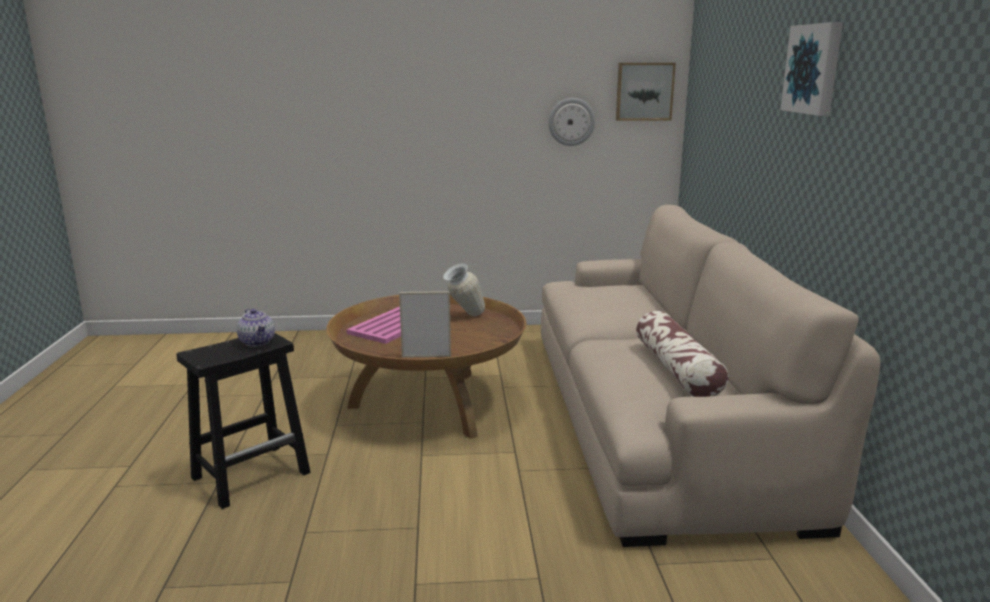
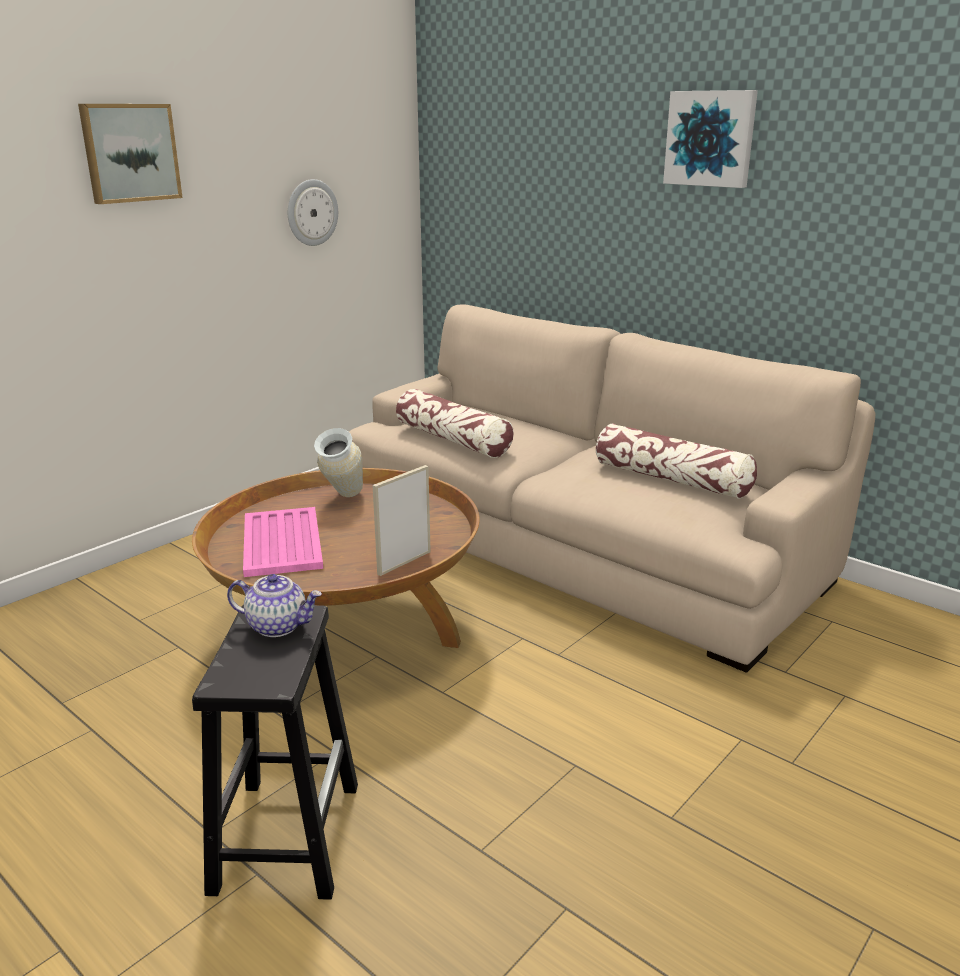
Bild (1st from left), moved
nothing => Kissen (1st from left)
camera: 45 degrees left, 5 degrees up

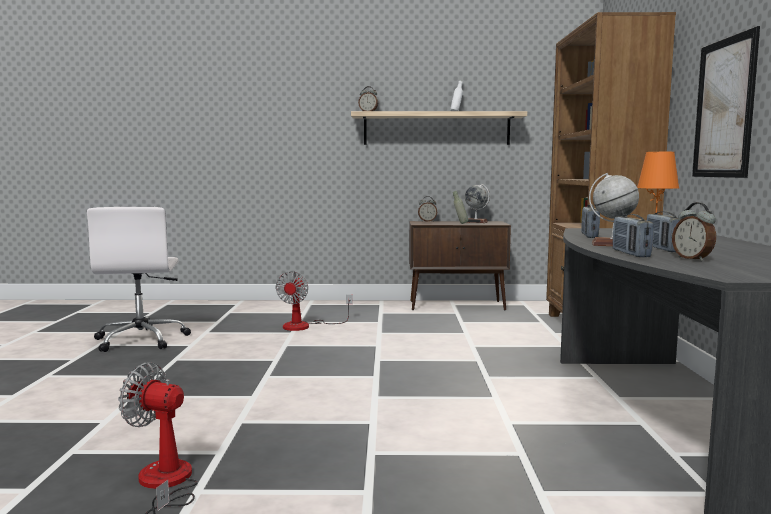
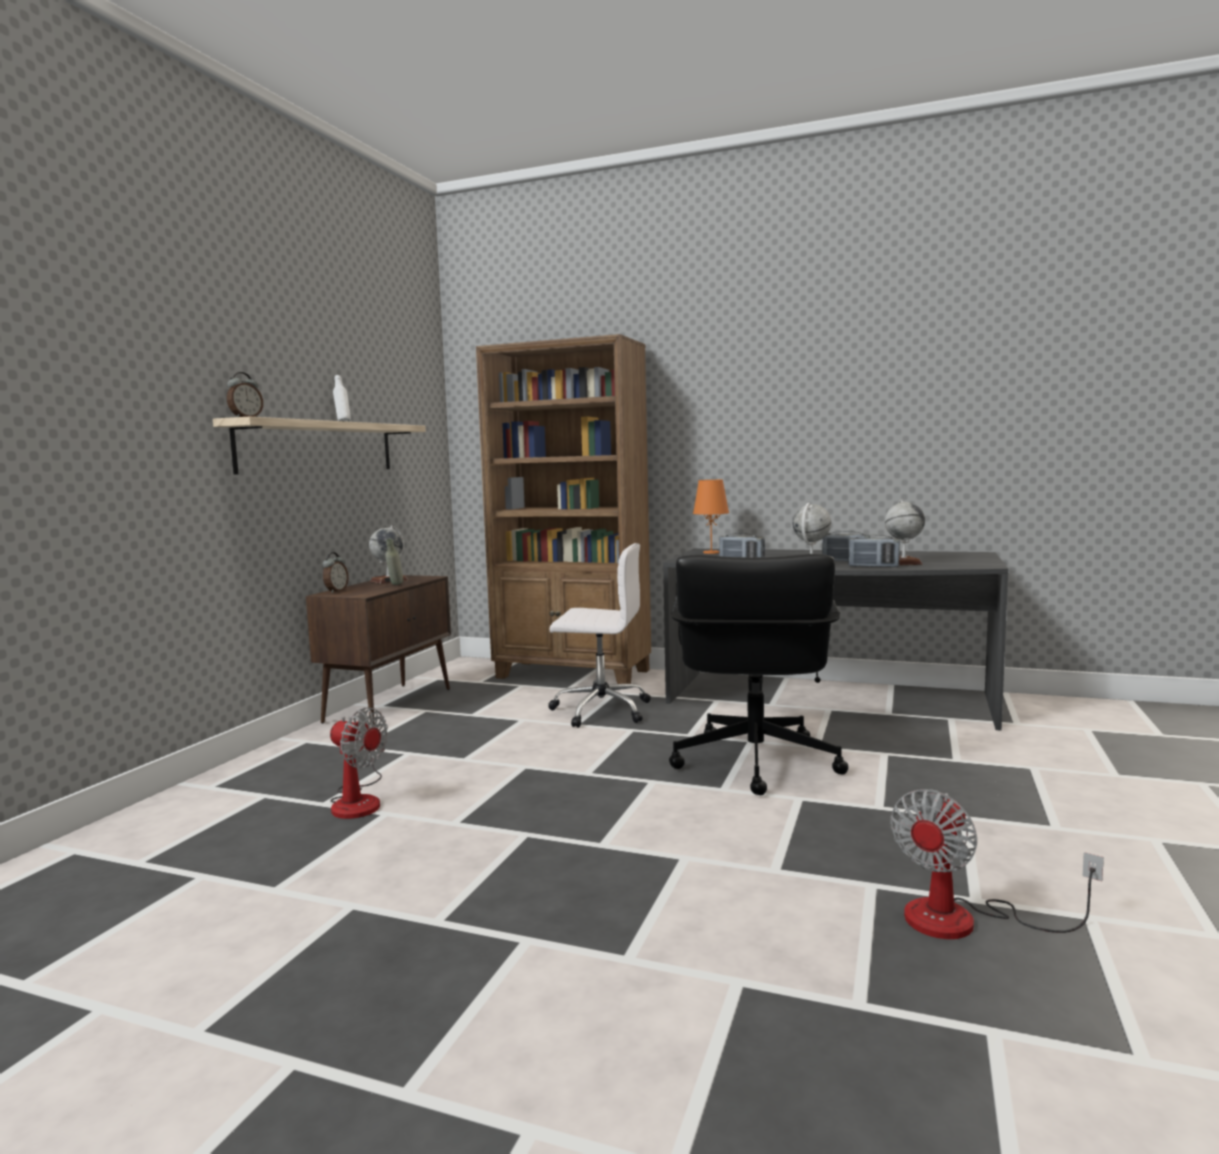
Bürostuhl [weiß], moved
nothing => Bürostuhl [schwarz]
Wecker (3rd from left) => Globus (3rd from left)
Bild => nothing
camera: 70 degrees left, 0 degrees up

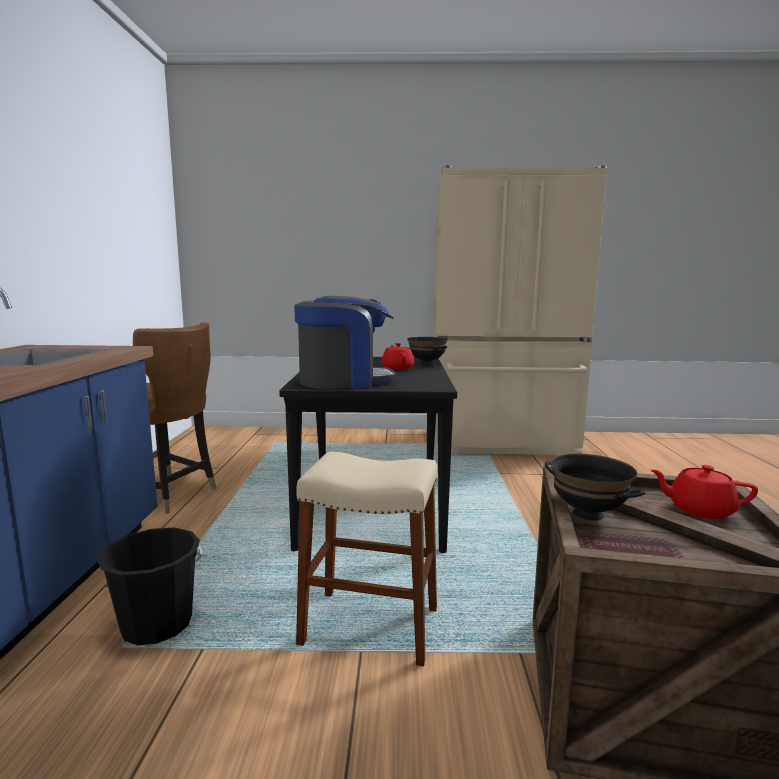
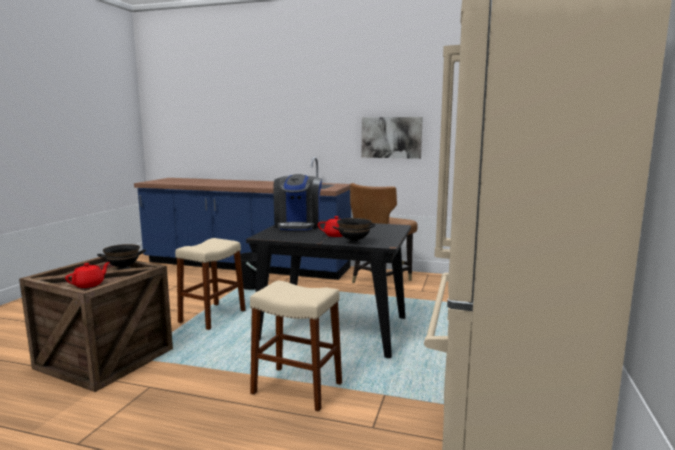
nothing => Hocker [beige] (2nd from left)
nothing => Bild
camera: 105 degrees right, 0 degrees up

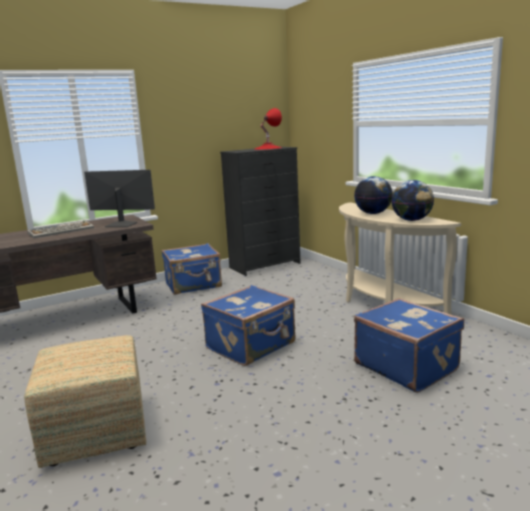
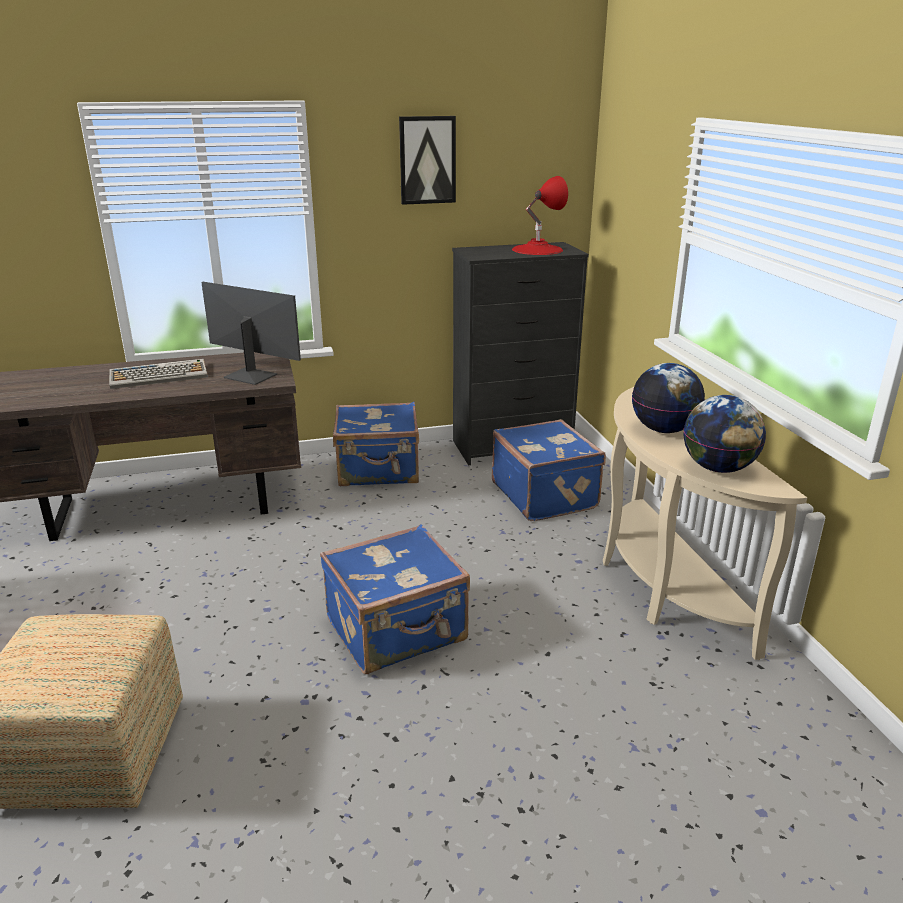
nothing => Bild
Koffer [blau] (3rd from left), moved
camera: 15 degrees right, 10 degrees up

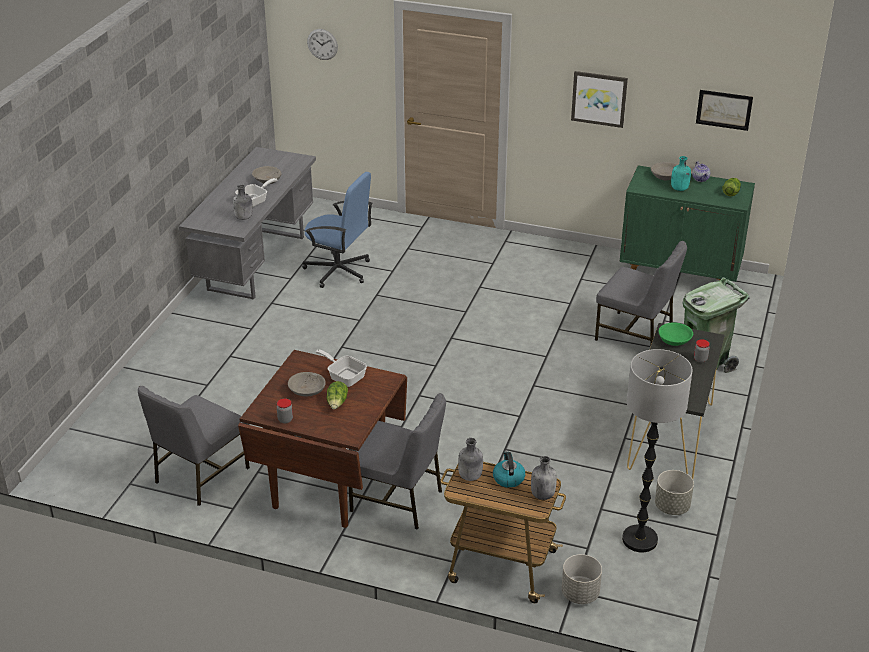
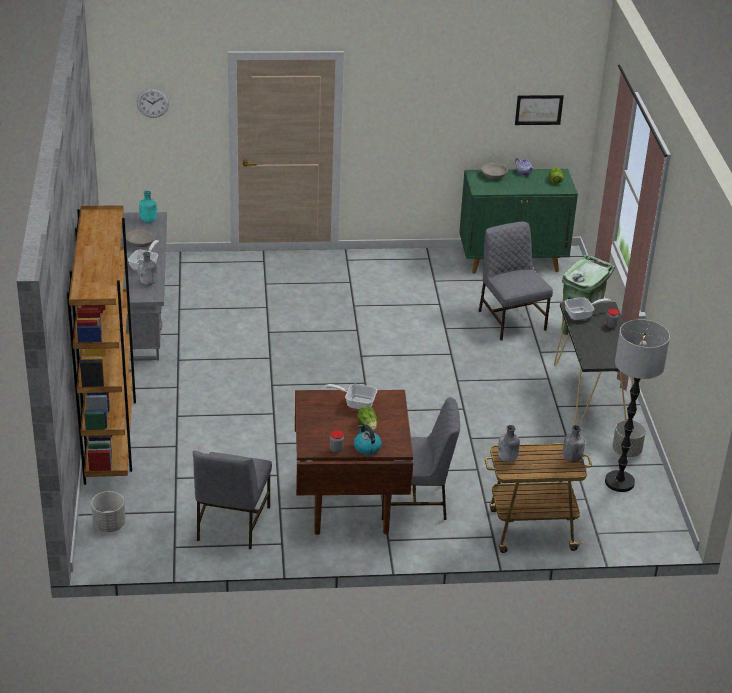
nothing => Bücherregal [braun]
Pflanzkübel [grau] (1st from left), moved
Flasche [türkis], moved
Wasserkessel, moved
Stuhl [grau] (3rd from left), 120 degrees counterclockwise
Schüssel [grün] => Pfanne (3rd from left)
Schüssel [grau] (2nd from left) => nothing
Bürostuhl [blau] => nothing
Bild (1st from left) => nothing
camera: 25 degrees left, 0 degrees up

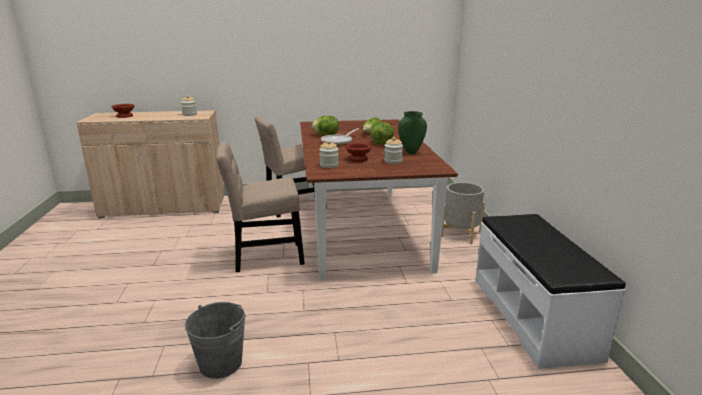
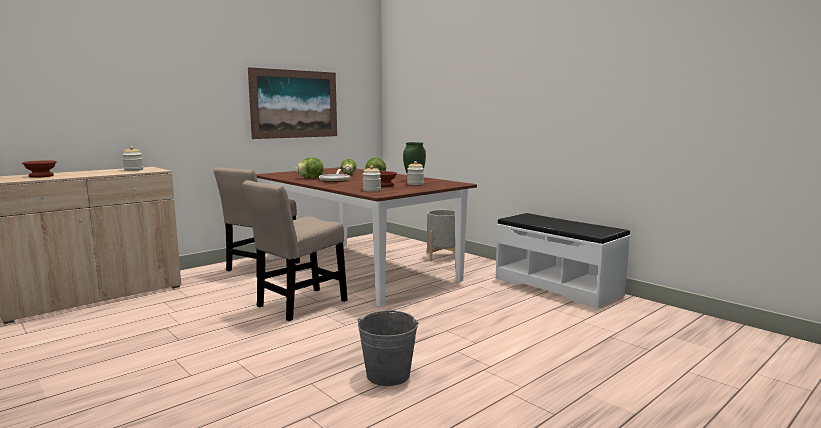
nothing => Bild
camera: 35 degrees left, 10 degrees down

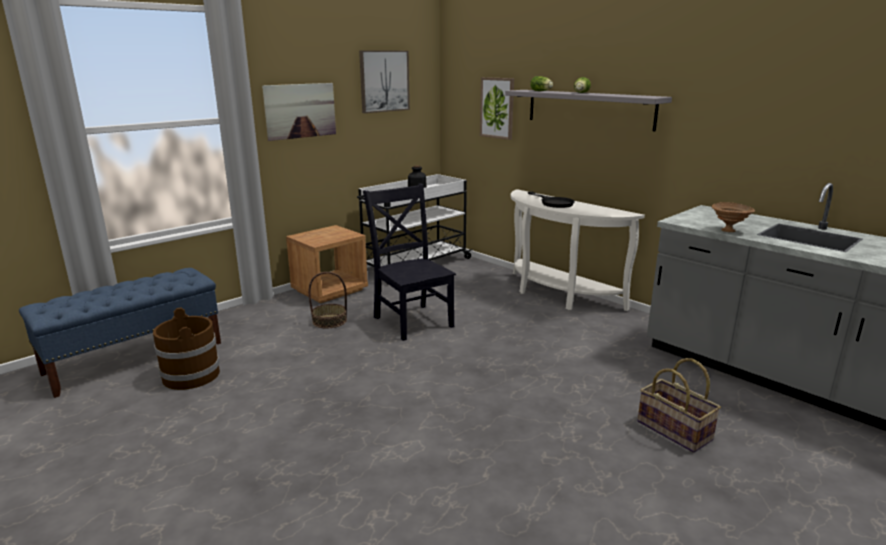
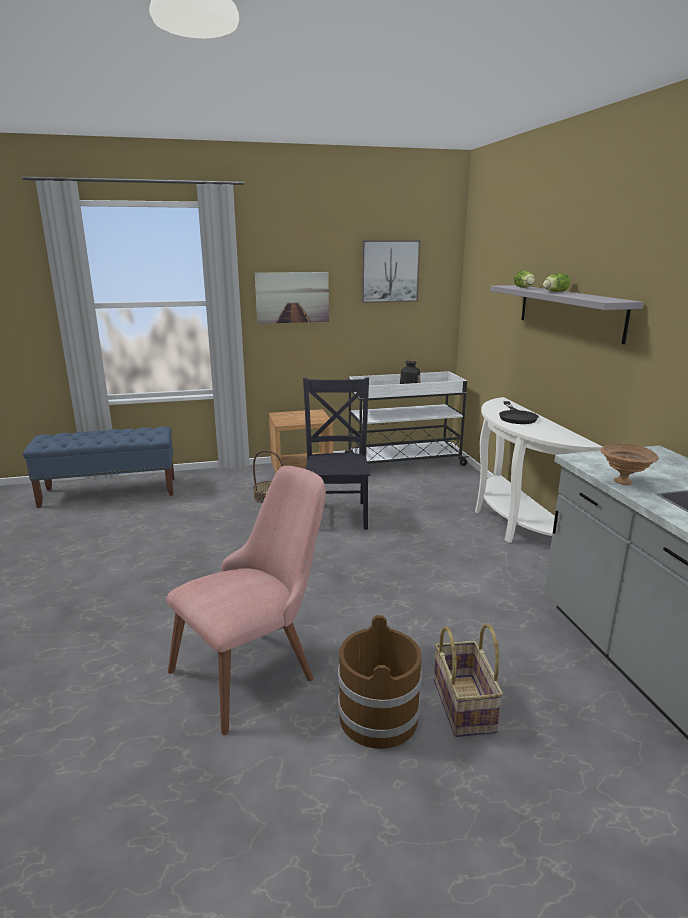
nothing => Stuhl [rosa]
Eimer [braun], moved
Bild (3rd from left) => nothing
camera: 30 degrees right, 0 degrees up

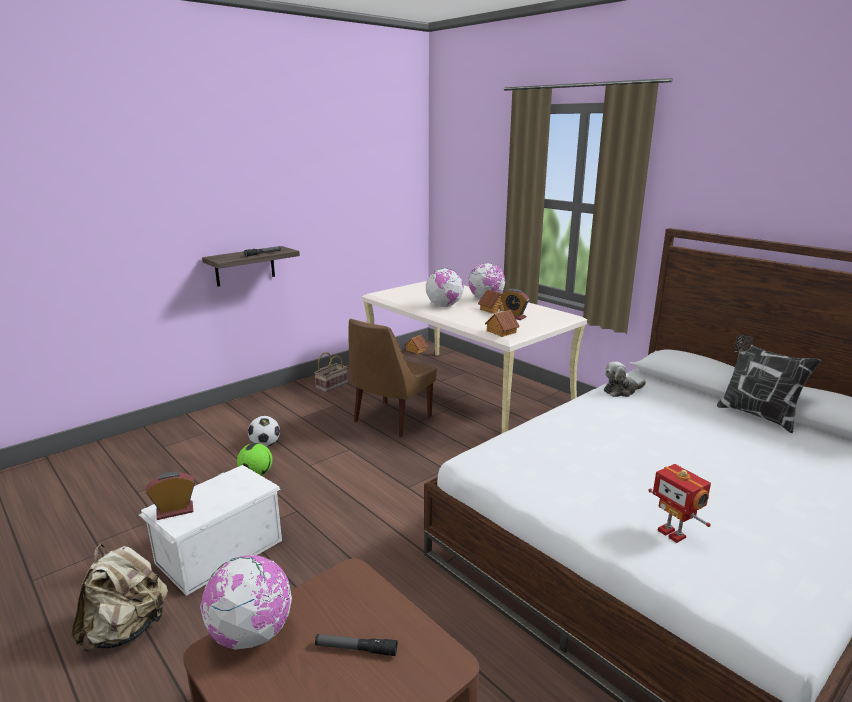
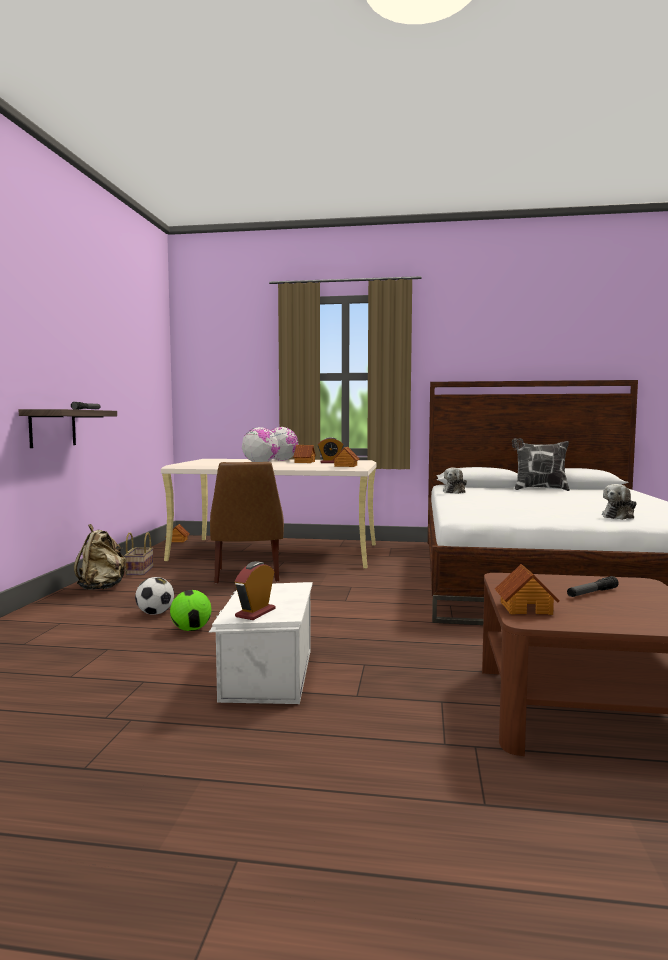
Rucksack [beige], moved
Globus (1st from left) => Spielzeughaus (4th from left)
Spielzeugroboter => Plüschtier (2nd from left)
camera: 40 degrees left, 15 degrees down

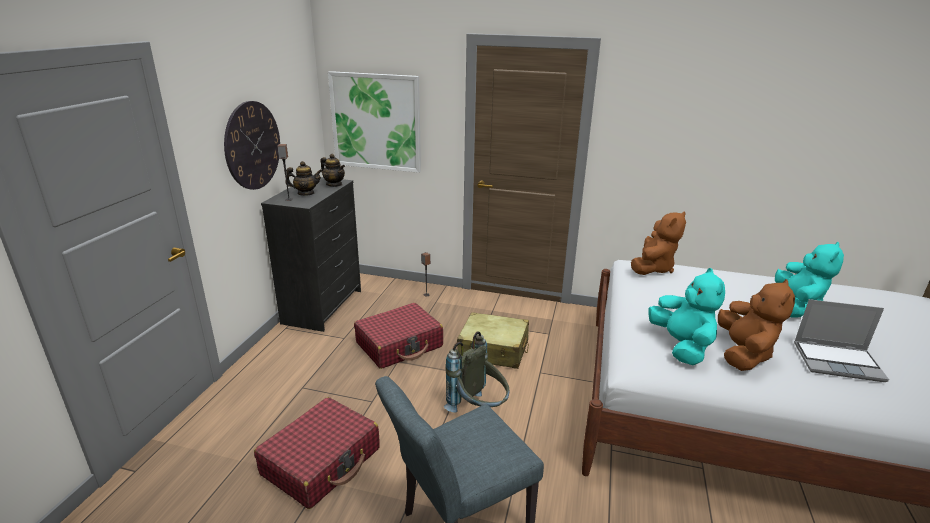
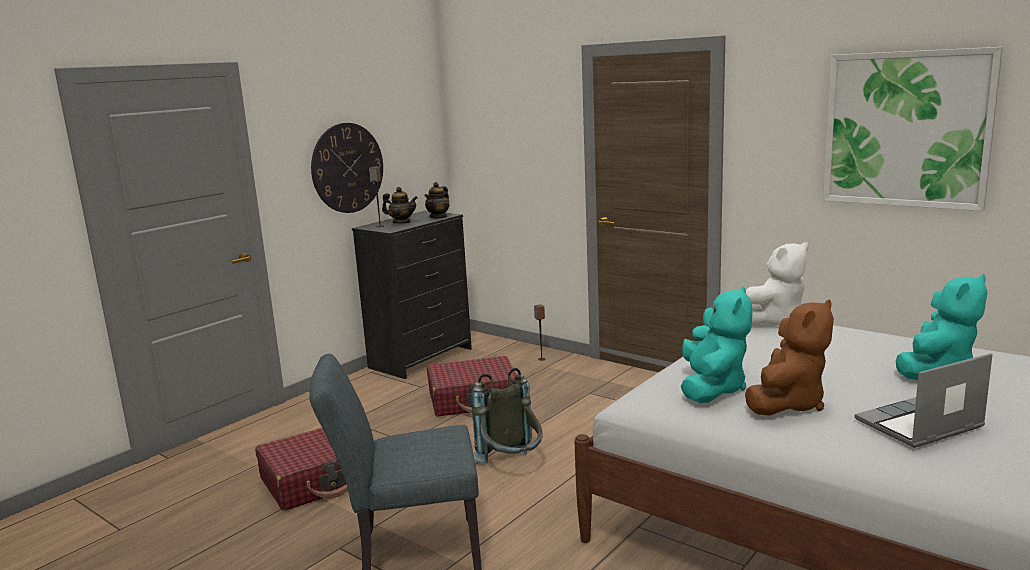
Teekanne (2nd from left), 60 degrees clockwise
Plüschtier [braun] (1st from left) => Plüschtier [weiß]
Bild, moved
Laptop, 120 degrees clockwise
Koffer [beige] => nothing
camera: 25 degrees right, 10 degrees down

